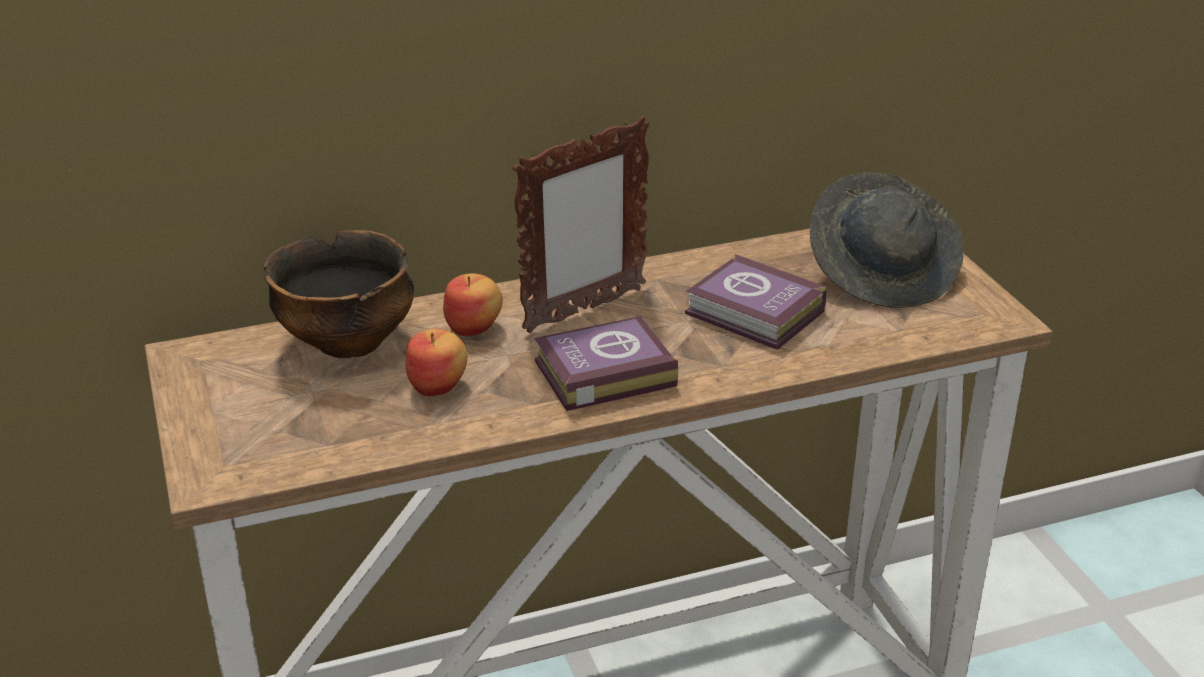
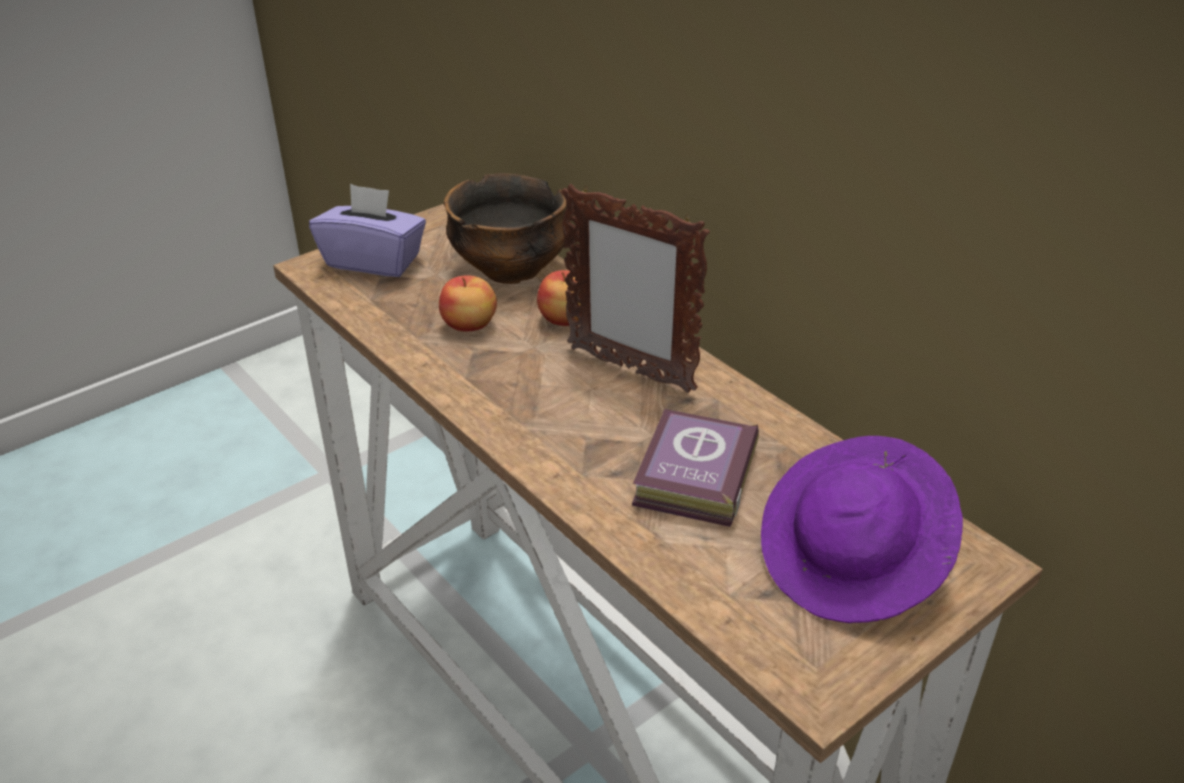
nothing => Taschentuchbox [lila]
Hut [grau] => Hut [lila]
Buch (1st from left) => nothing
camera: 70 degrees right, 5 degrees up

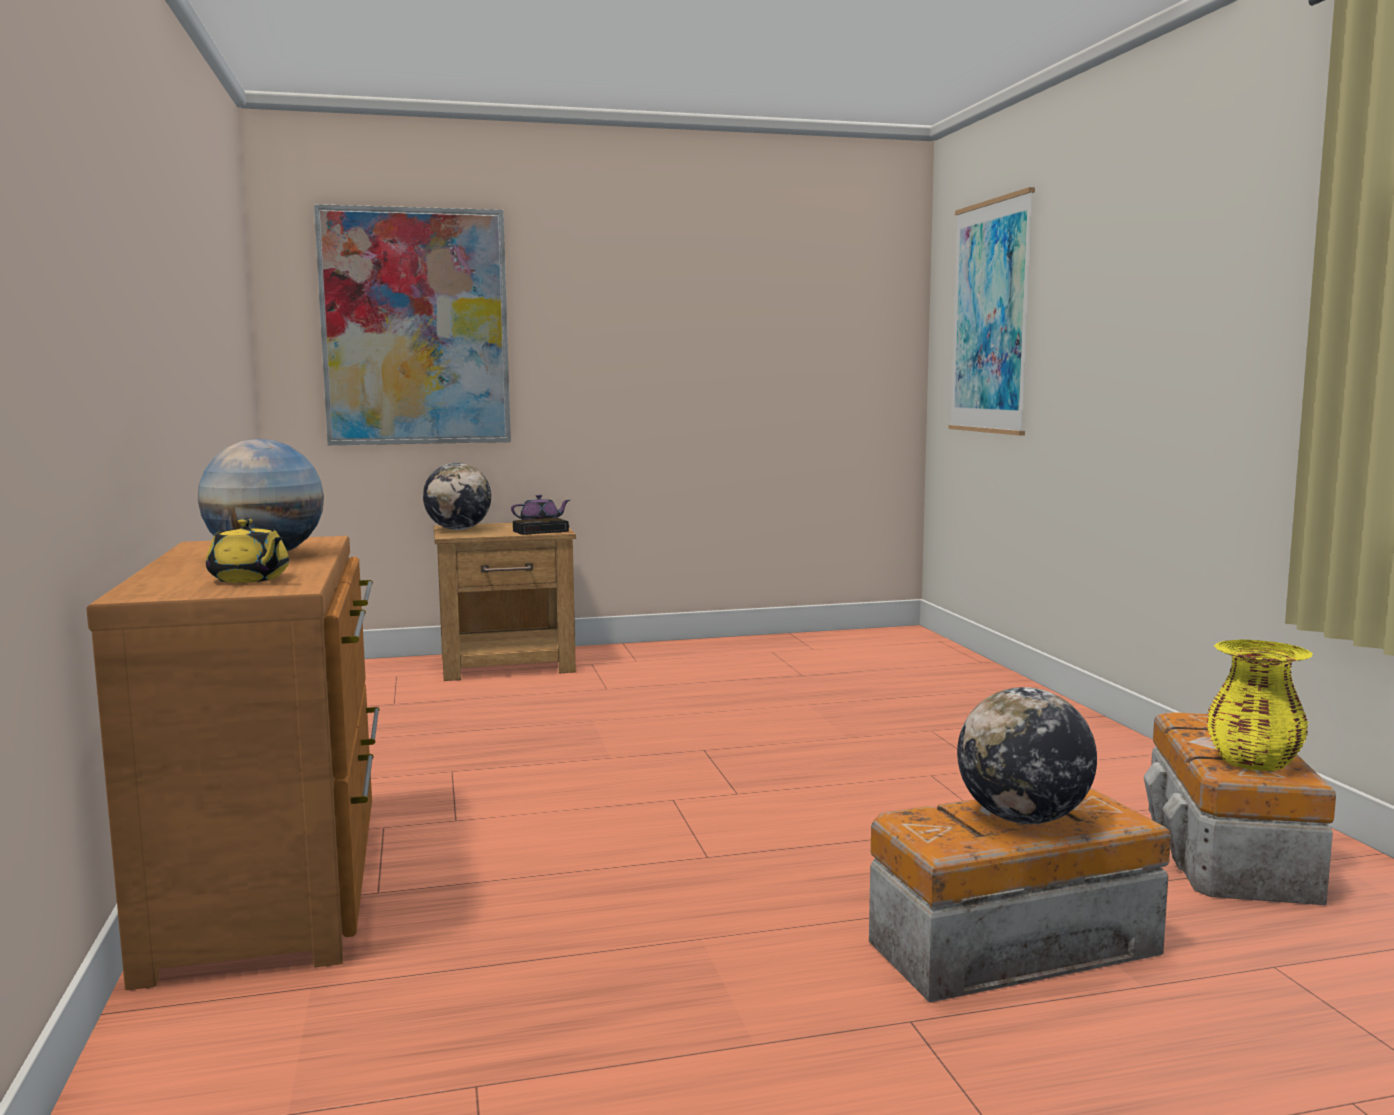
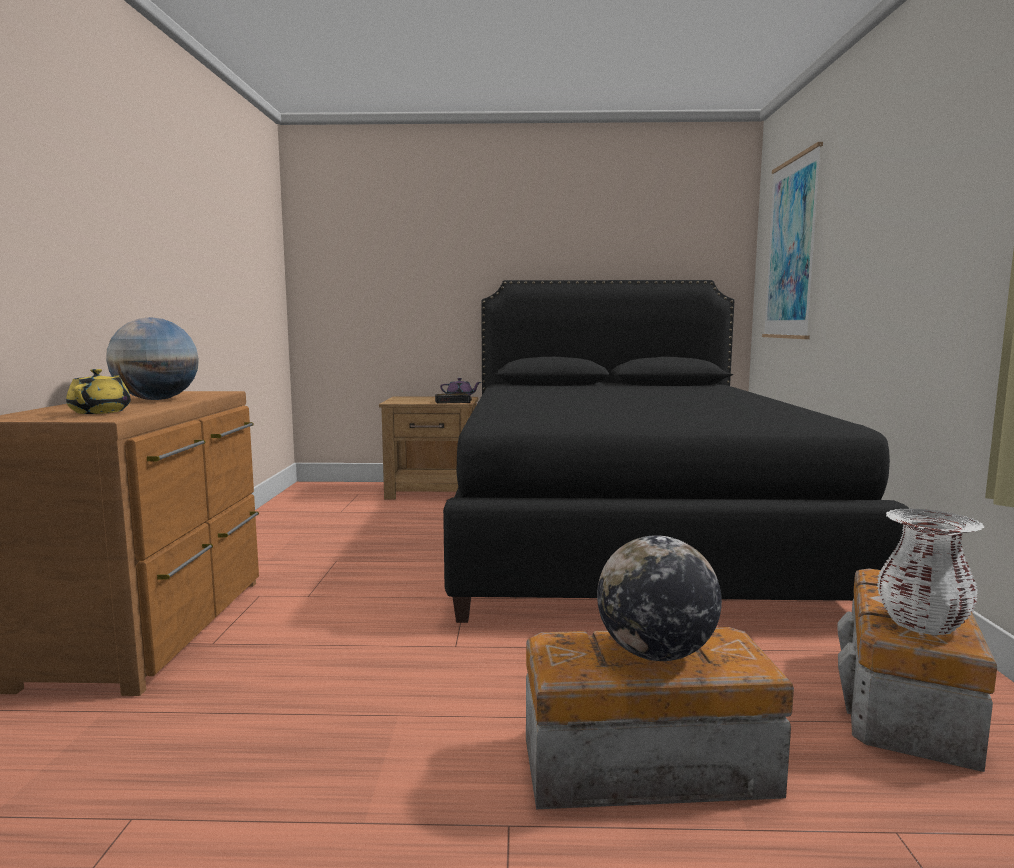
Teekanne [gelb], 150 degrees counterclockwise
nothing => Bett [schwarz]
Vase [gelb] => Vase [weiß]
Bild (1st from left) => nothing
Globus (2nd from left) => nothing
camera: 15 degrees right, 0 degrees up

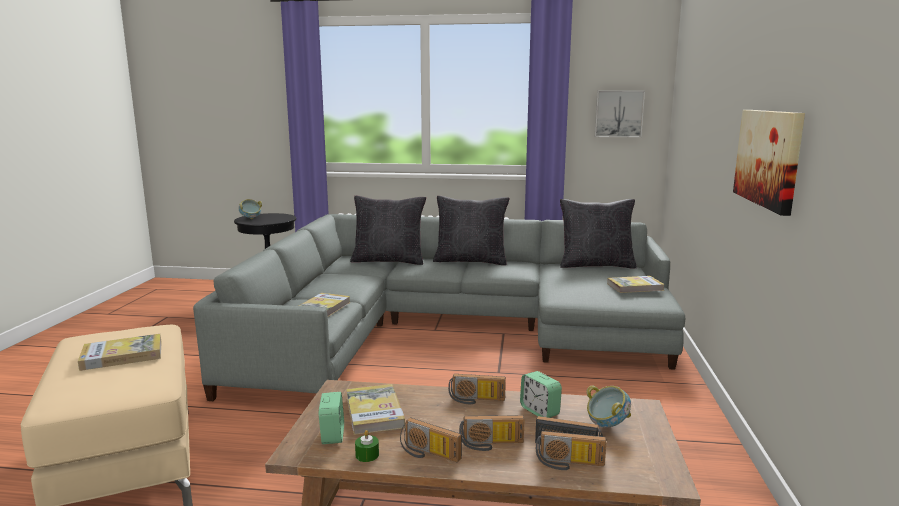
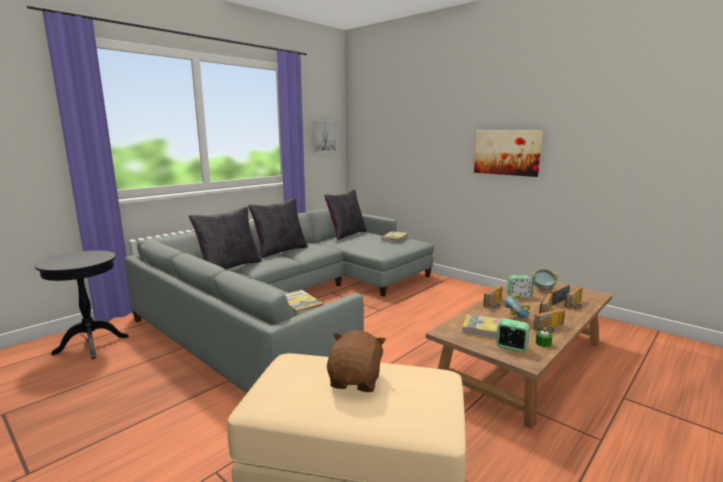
Buch (1st from left) => Plüschtier [braun]
Schüssel (1st from left), moved
camera: 55 degrees left, 0 degrees up

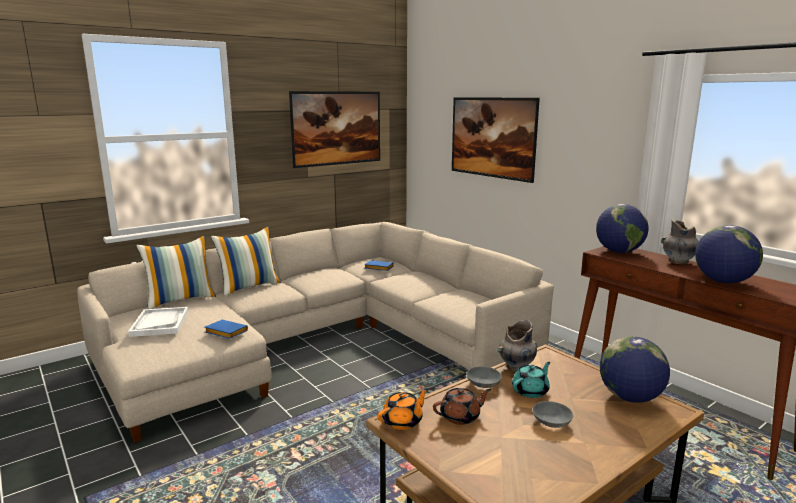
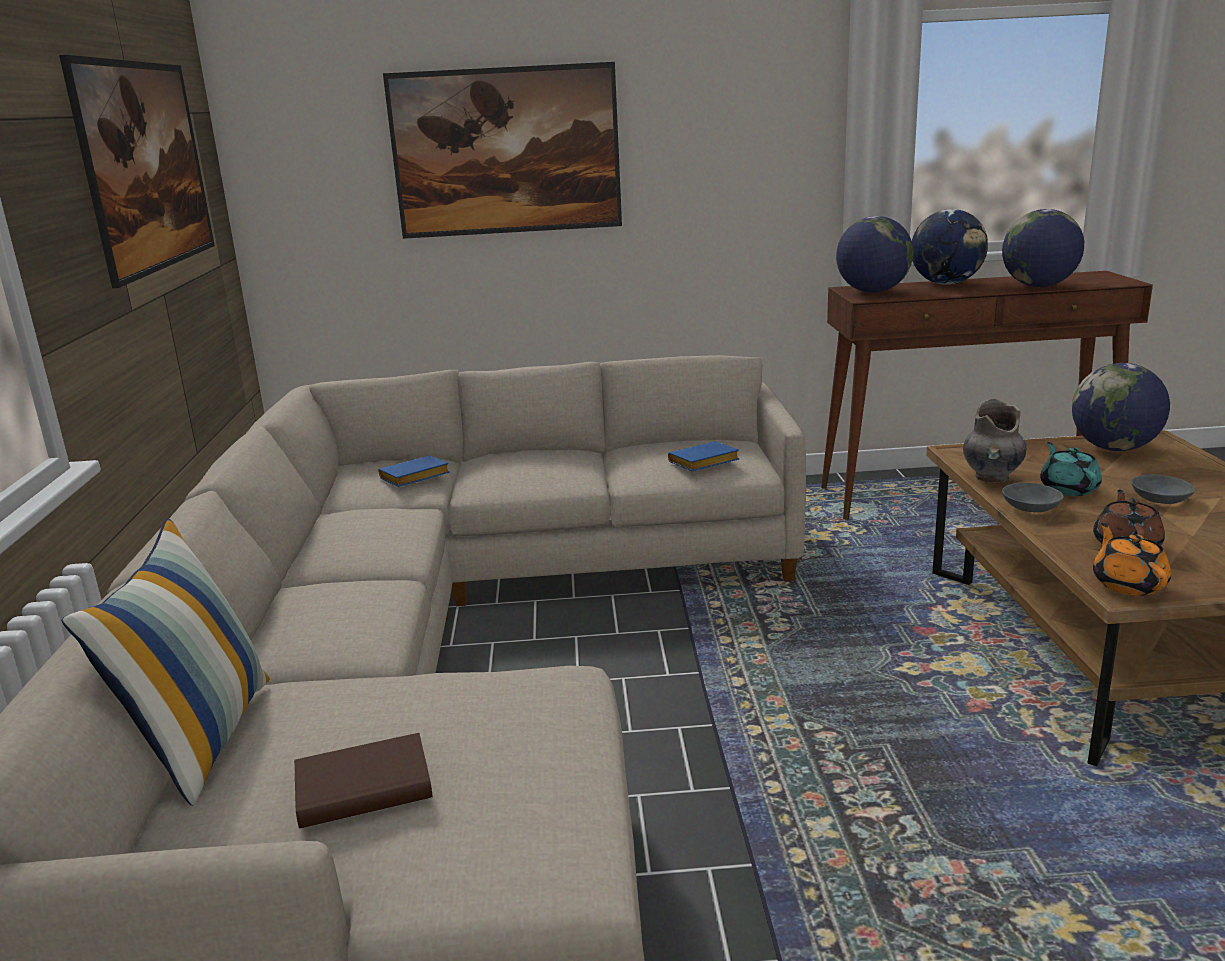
Tablett [weiß] => Buch [braun]
Buch [blau] (1st from left in the first image) => Buch [blau] (2nd from left), moved
Vase [grau] (2nd from left) => Globus (2nd from left)
Kissen (2nd from left) => nothing
camera: 55 degrees left, 5 degrees up

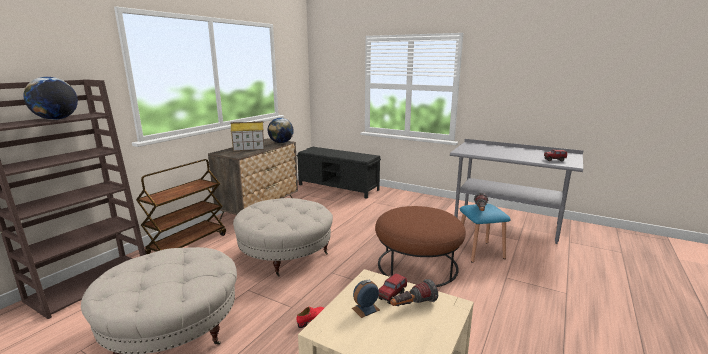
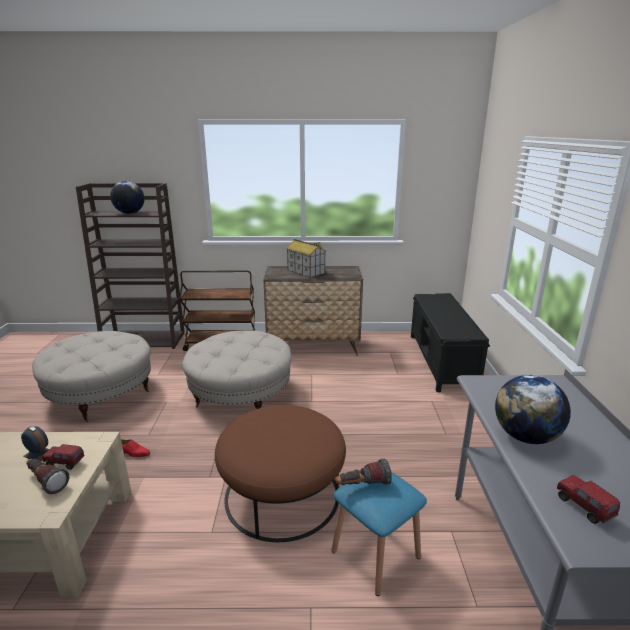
Globus (2nd from left), moved
camera: 60 degrees right, 5 degrees up

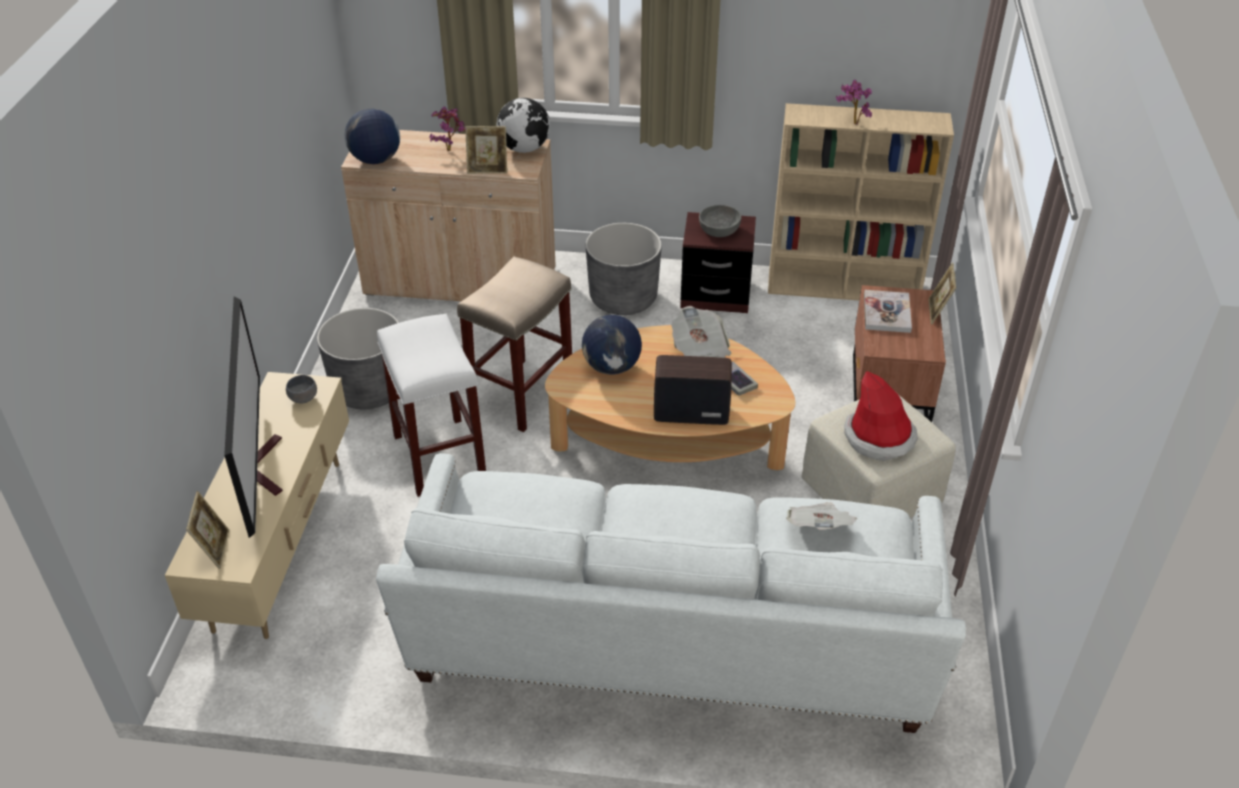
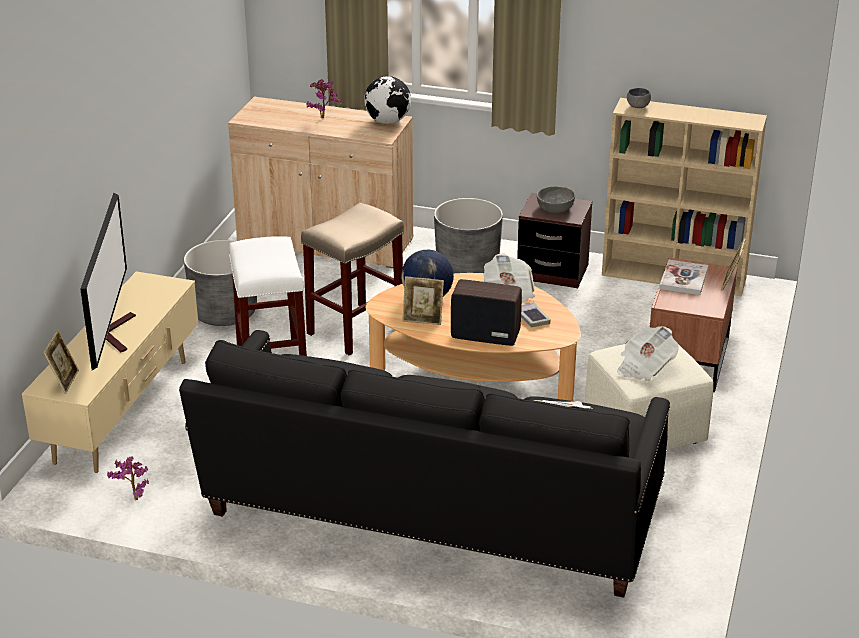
Topfpflanze (2nd from left in the first image) => Topfpflanze (1st from left), moved
Sofa [weiß] => Sofa [schwarz]
Bilderrahmen (2nd from left), moved
Hut => Zeitung (3rd from left)
Schüssel [grau] (1st from left in the first image) => Schüssel [grau] (2nd from left), moved
Globus (1st from left) => nothing
camera: 10 degrees right, 10 degrees down

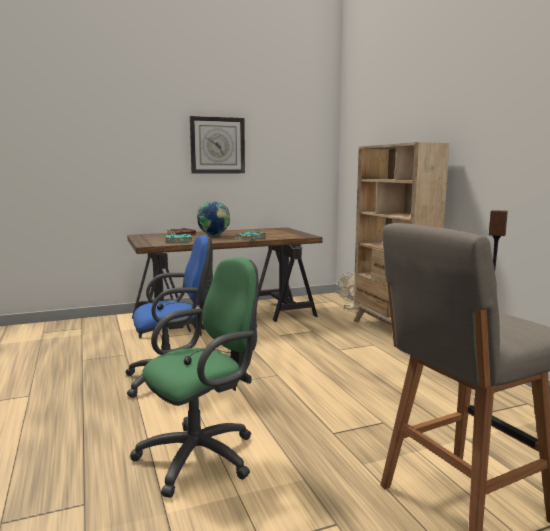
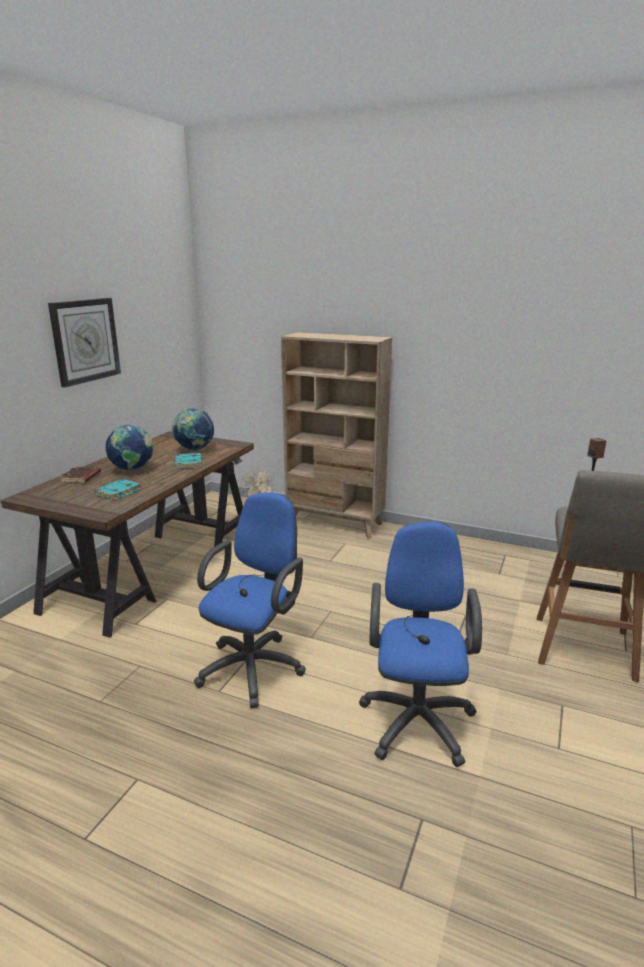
nothing => Globus (2nd from left)
Bürostuhl [grün] => Bürostuhl [blau] (2nd from left)
camera: 45 degrees left, 10 degrees up

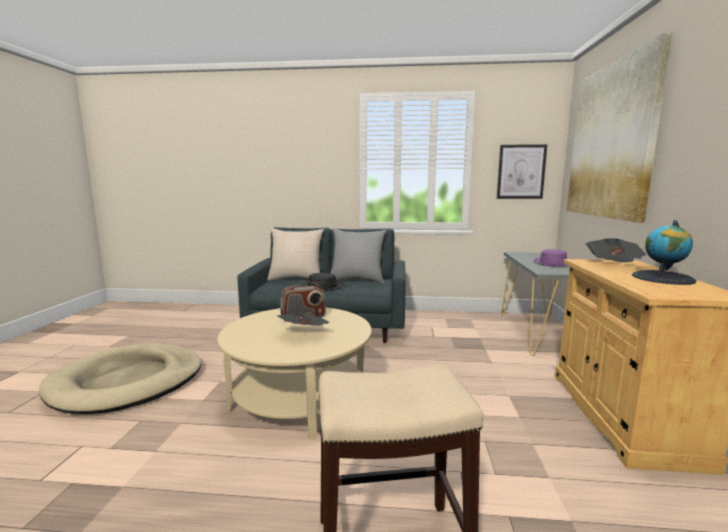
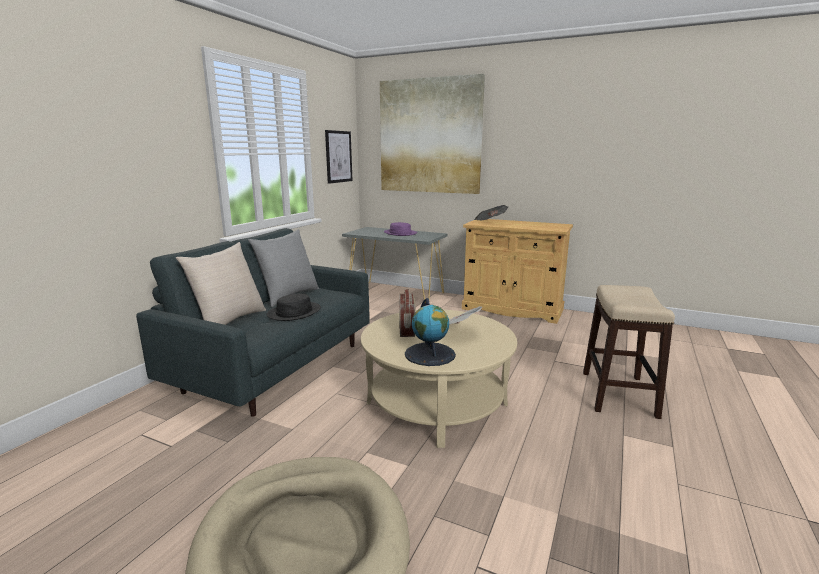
Globus, moved
camera: 70 degrees left, 5 degrees up

